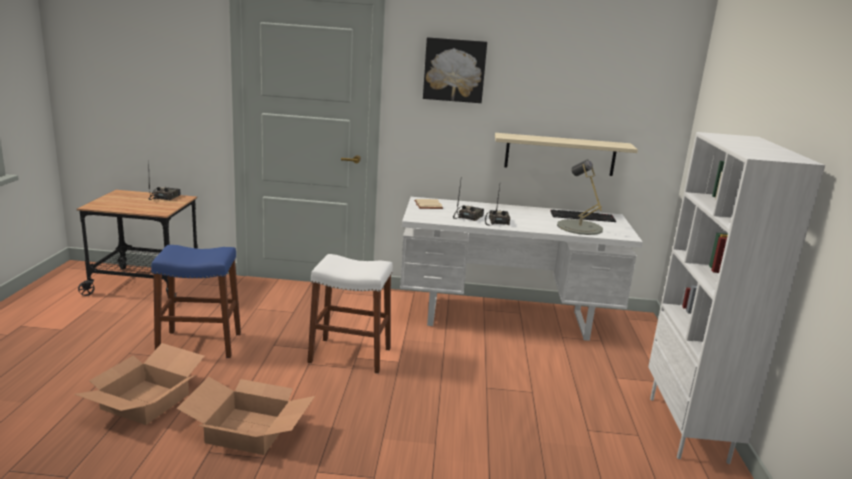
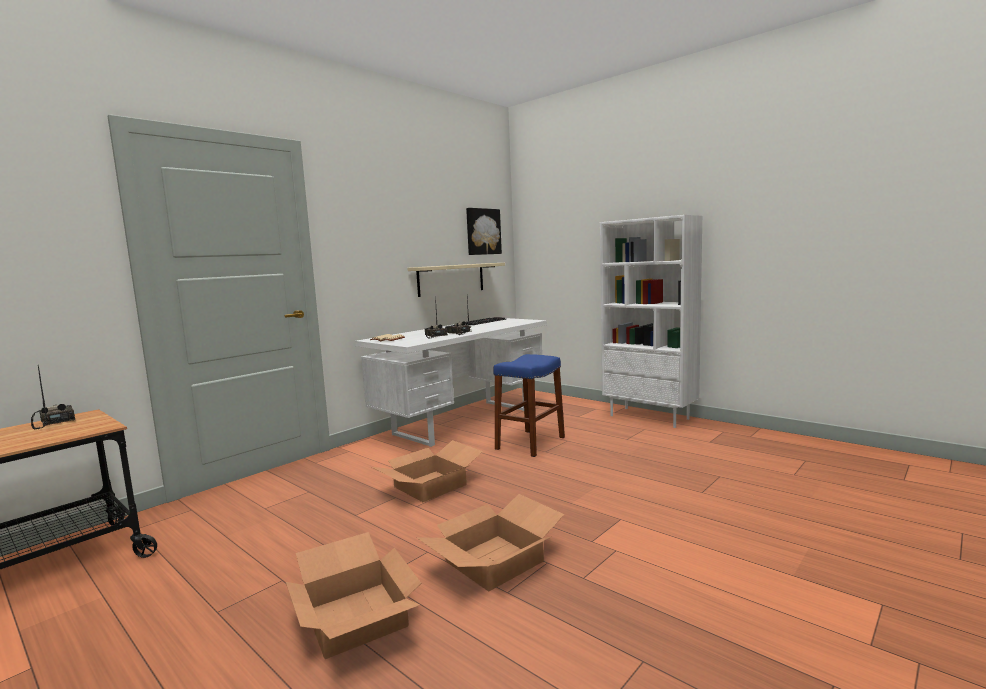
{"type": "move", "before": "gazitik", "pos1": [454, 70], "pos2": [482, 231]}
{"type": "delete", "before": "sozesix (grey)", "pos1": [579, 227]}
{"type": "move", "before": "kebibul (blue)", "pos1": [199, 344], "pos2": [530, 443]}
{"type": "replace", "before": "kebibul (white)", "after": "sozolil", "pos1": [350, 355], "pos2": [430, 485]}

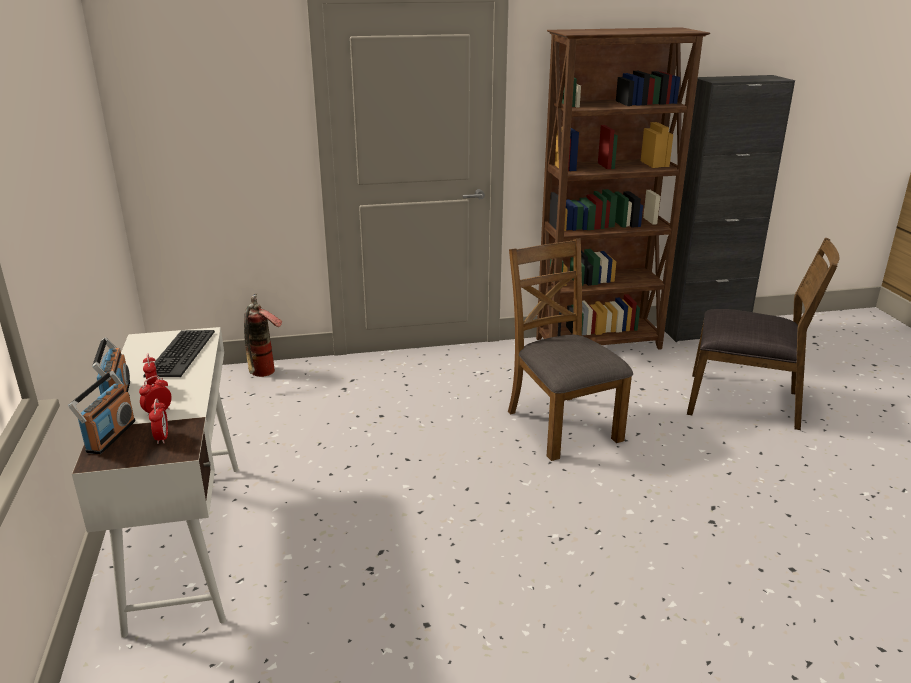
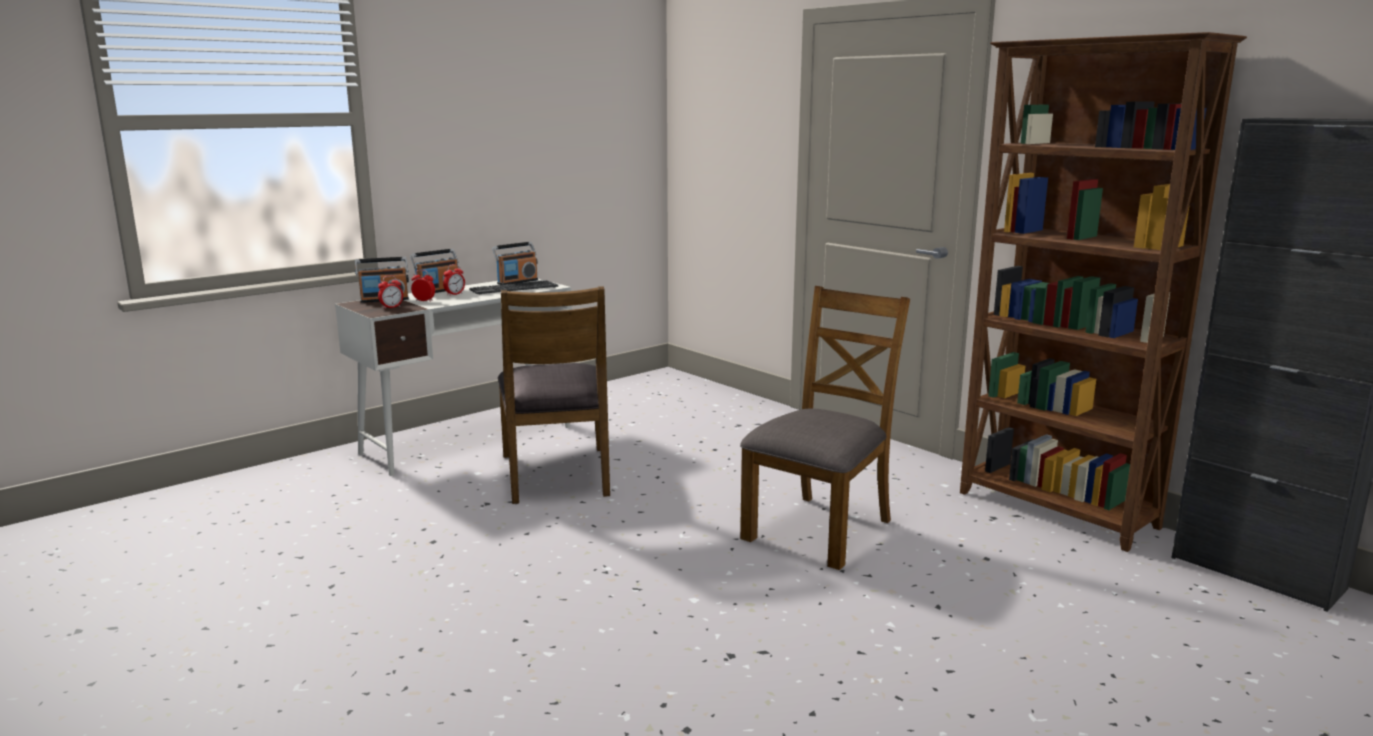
{"type": "move", "before": "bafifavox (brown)", "pos1": [744, 402], "pos2": [557, 475]}
{"type": "delete", "before": "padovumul", "pos1": [263, 375]}
{"type": "insert", "after": "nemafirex", "pos2": [517, 282]}

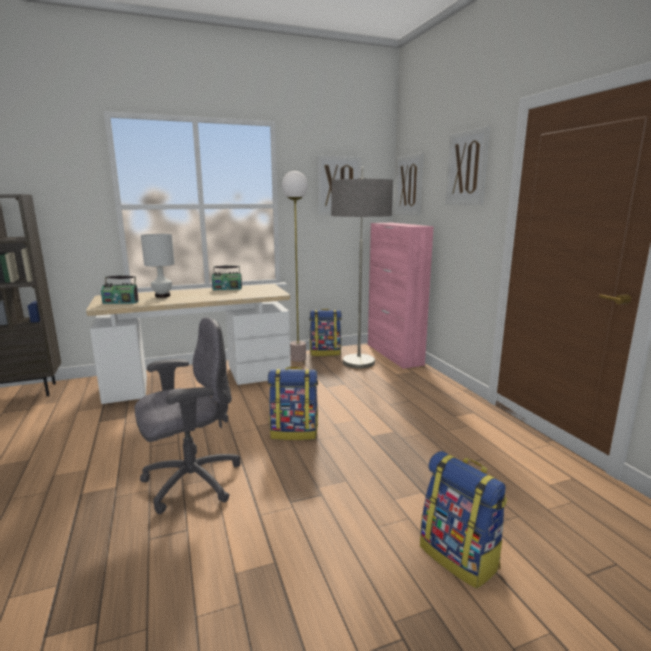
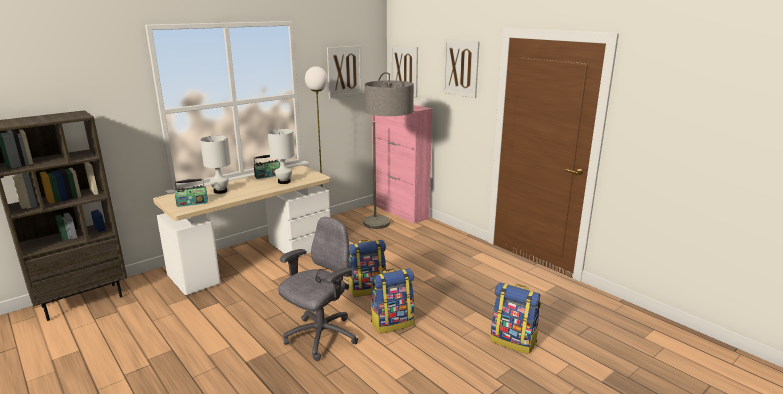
{"type": "move", "before": "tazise", "pos1": [325, 352], "pos2": [392, 323]}
{"type": "insert", "after": "sozesix (white)", "pos2": [284, 181]}

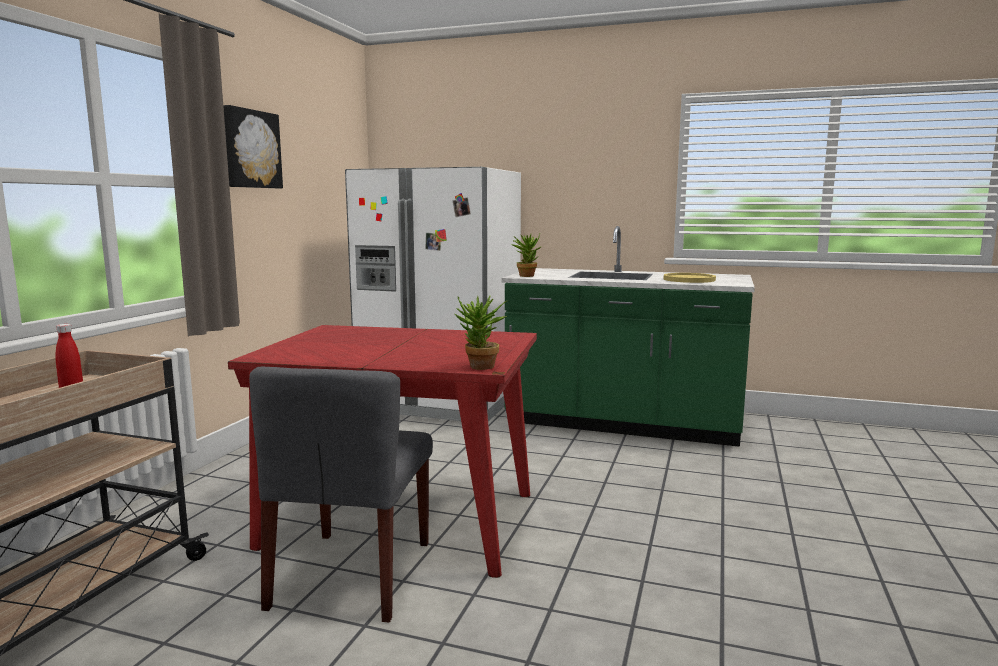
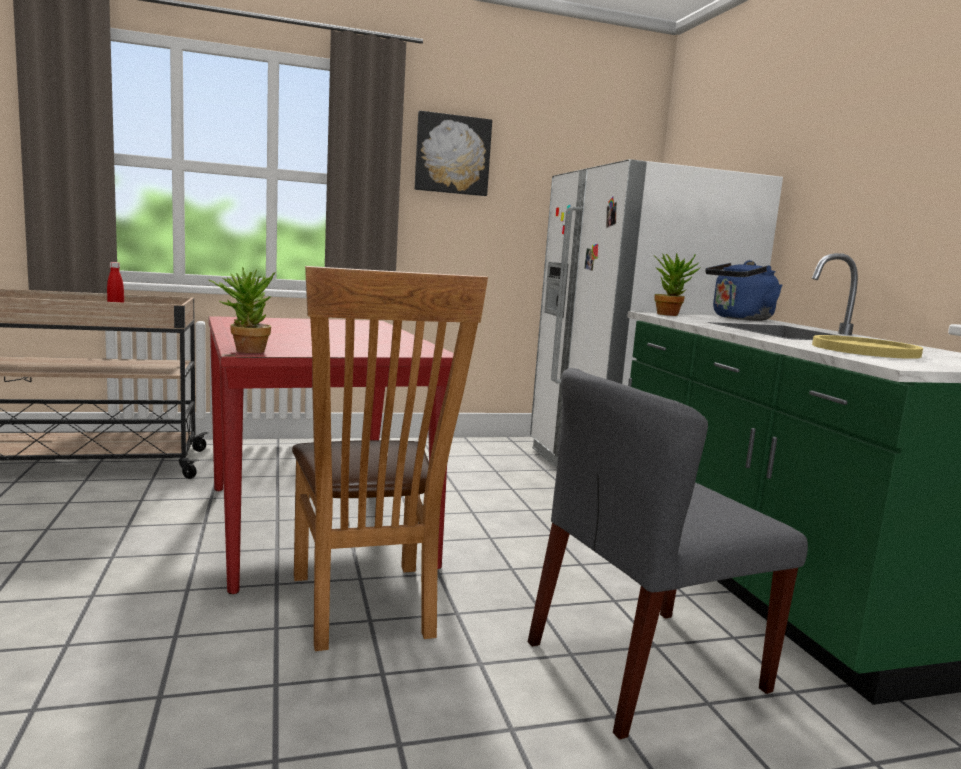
{"type": "move", "before": "bafifavox (grey)", "pos1": [352, 574], "pos2": [644, 667]}
{"type": "insert", "after": "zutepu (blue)", "pos2": [739, 318]}
{"type": "insert", "after": "bafifavox (brown)", "pos2": [366, 609]}

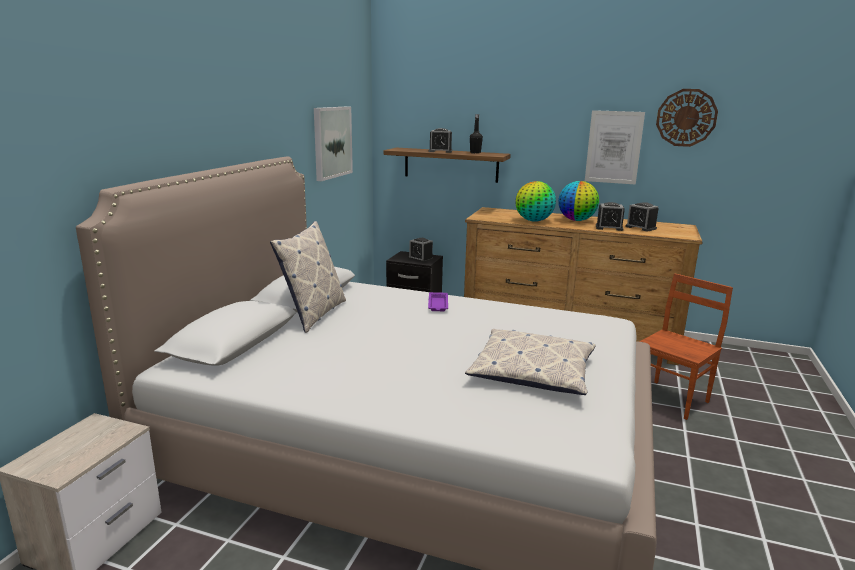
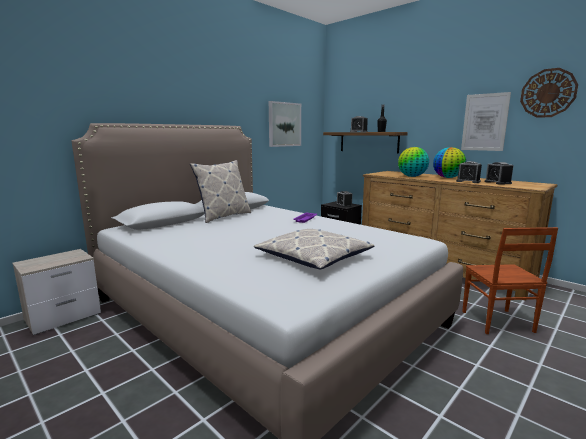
{"type": "rotate", "before": "bafifavox (brown)", "pos1": [671, 399], "pos2": [497, 322], "turn": 105}

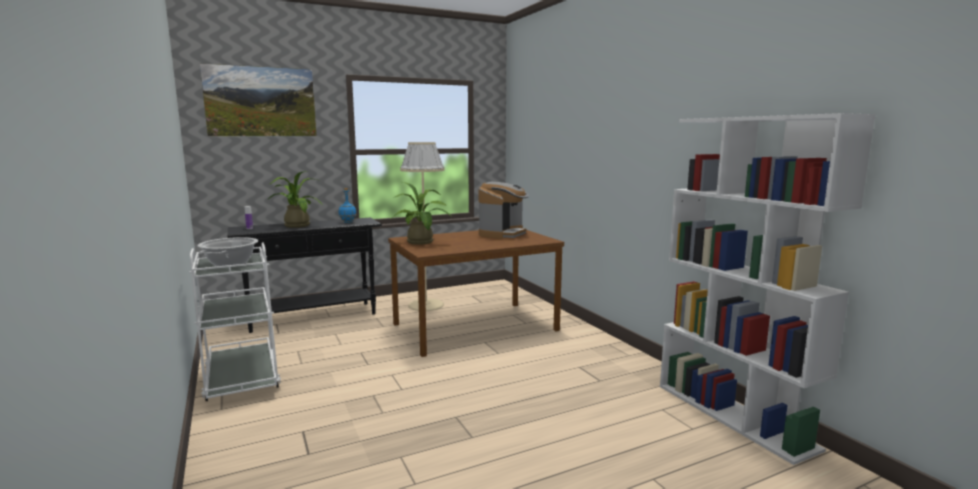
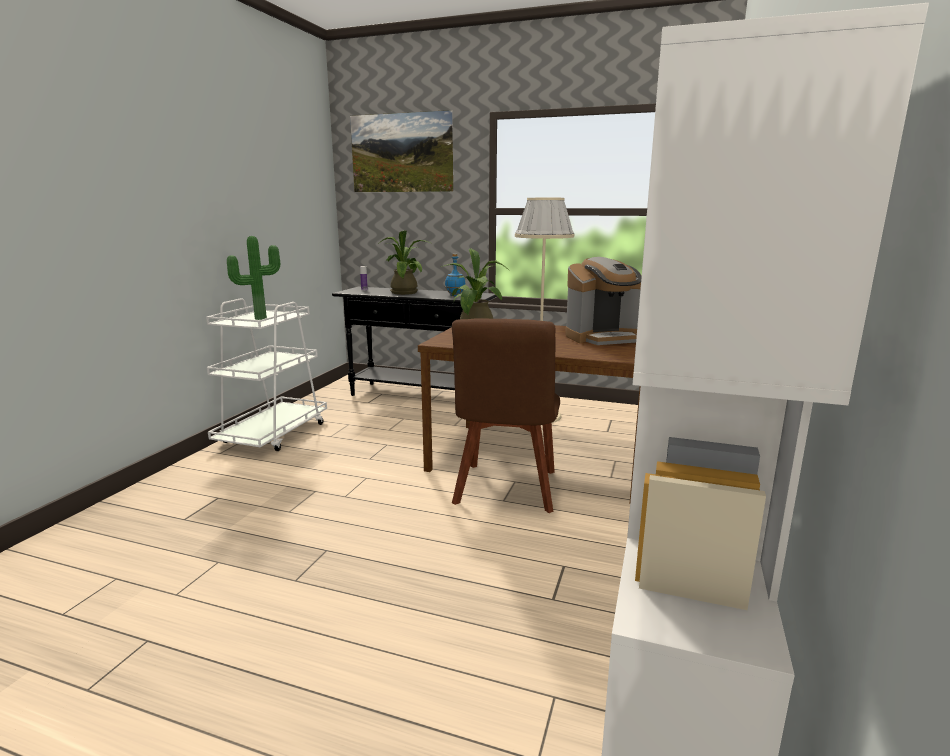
{"type": "replace", "before": "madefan", "after": "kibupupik", "pos1": [230, 263], "pos2": [260, 318]}
{"type": "insert", "after": "bafifavox (brown)", "pos2": [506, 490]}

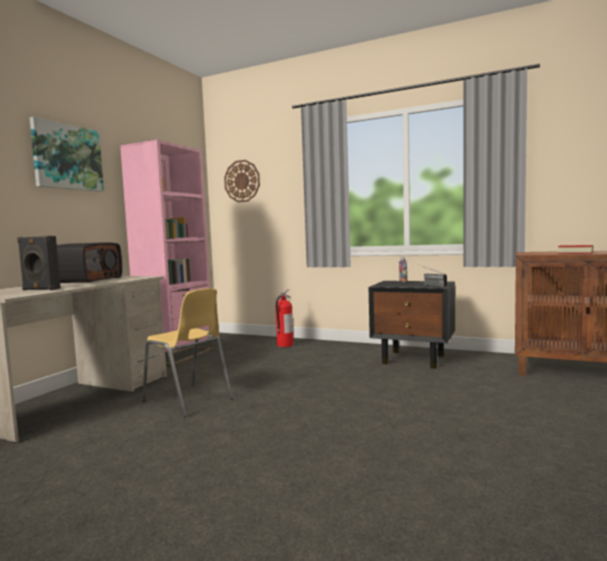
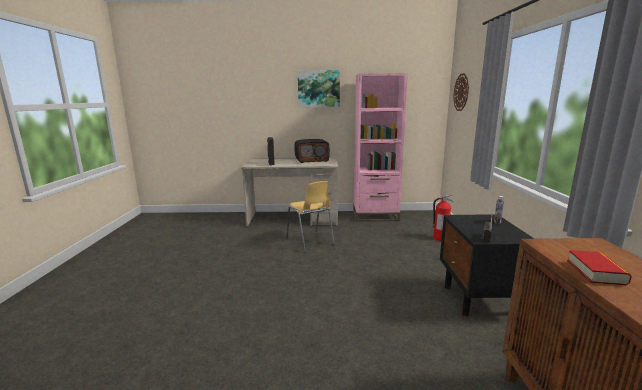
{"type": "rotate", "before": "bafifavox (yellow)", "pos1": [188, 400], "pos2": [310, 241], "turn": -45}

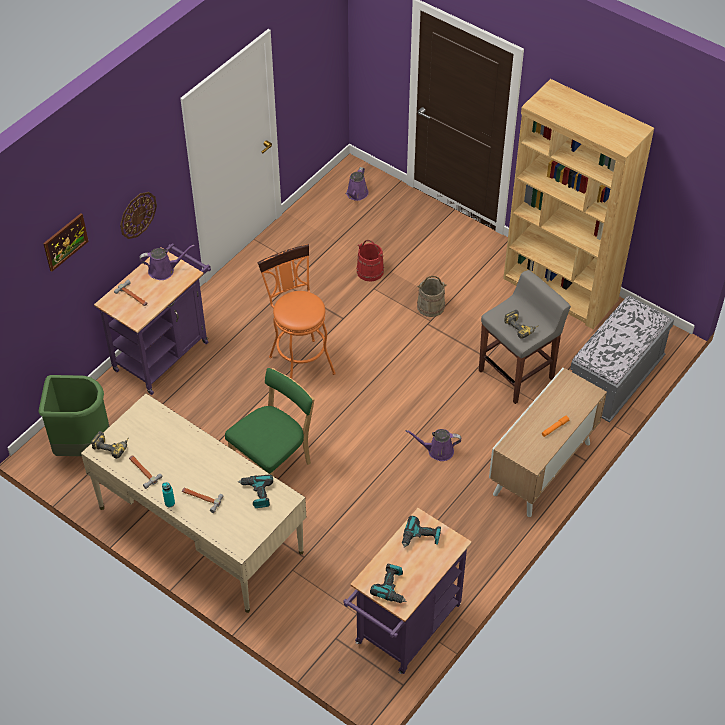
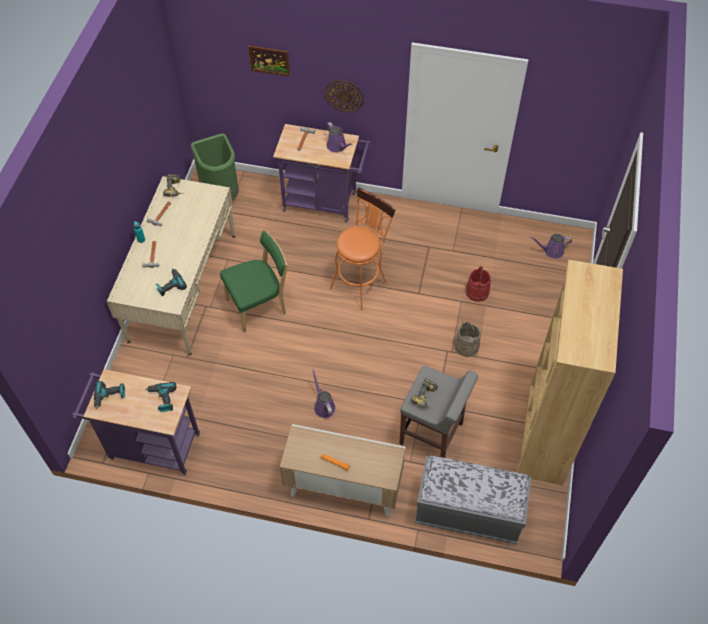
{"type": "rotate", "before": "bafifavox (green)", "pos1": [274, 464], "pos2": [259, 306], "turn": -45}

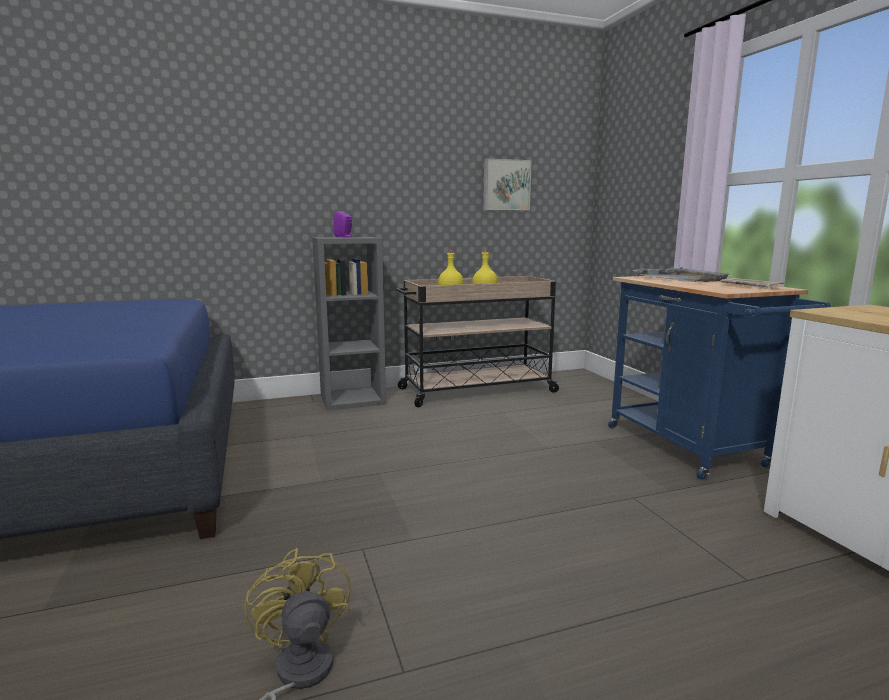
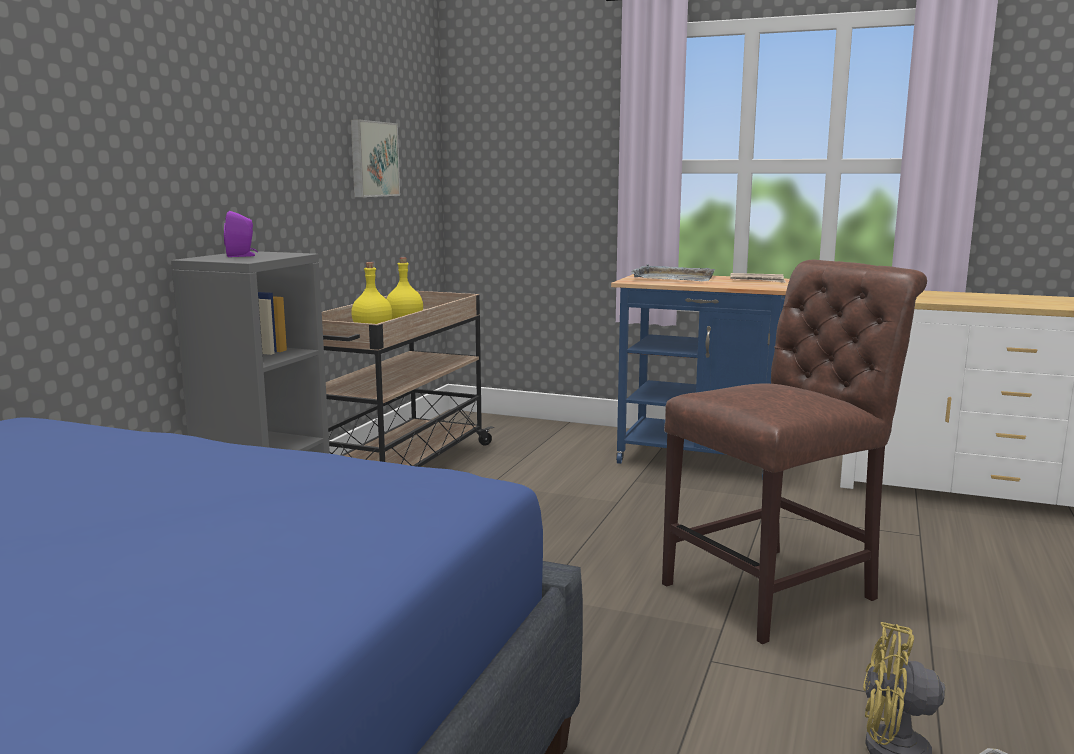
{"type": "insert", "after": "bafifavox (brown)", "pos2": [778, 589]}

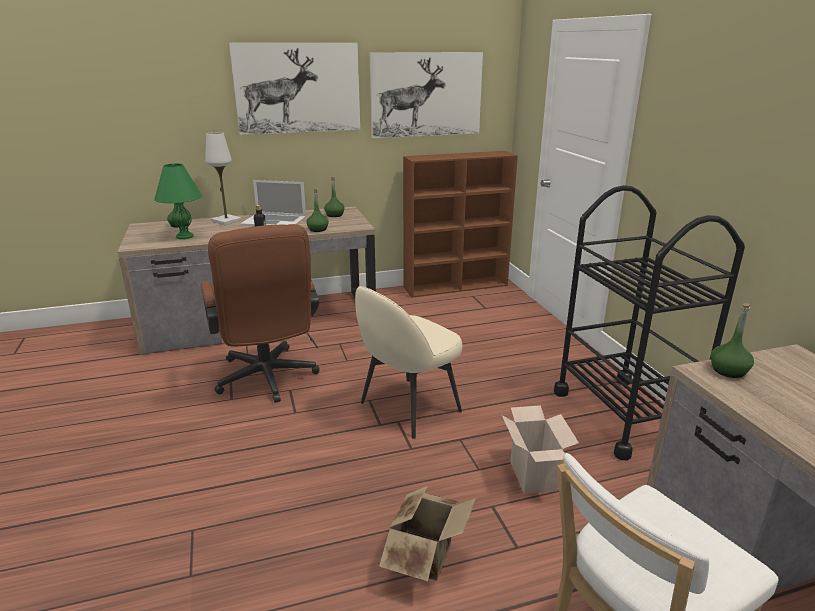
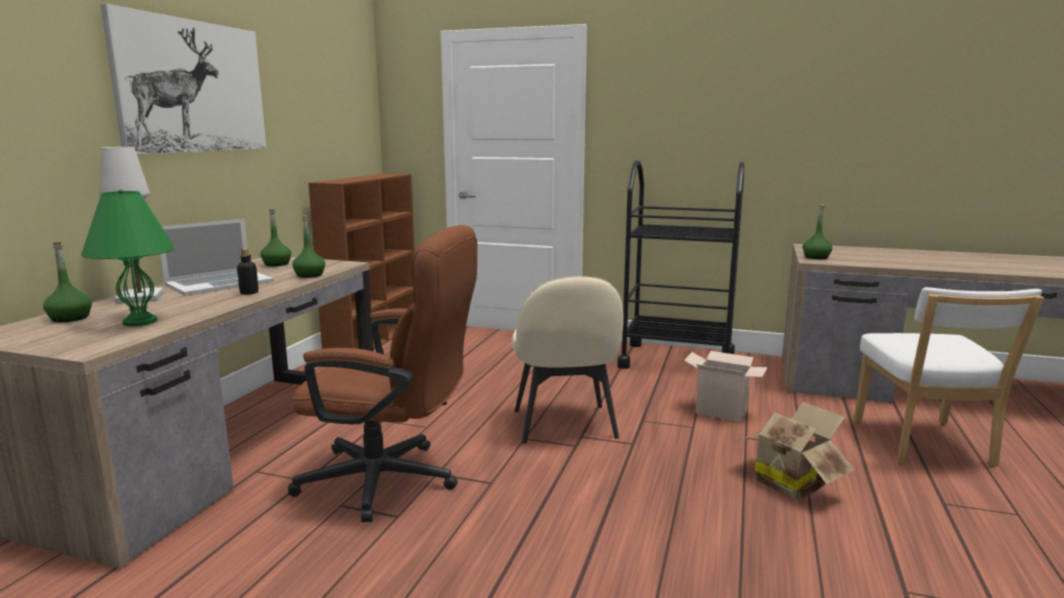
{"type": "delete", "before": "gazitik", "pos1": [426, 95]}

